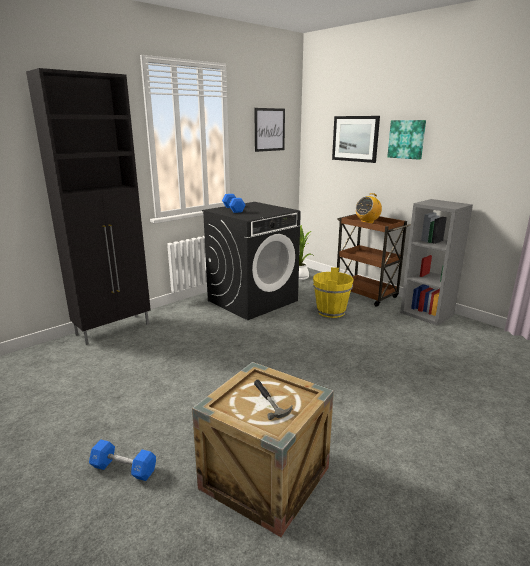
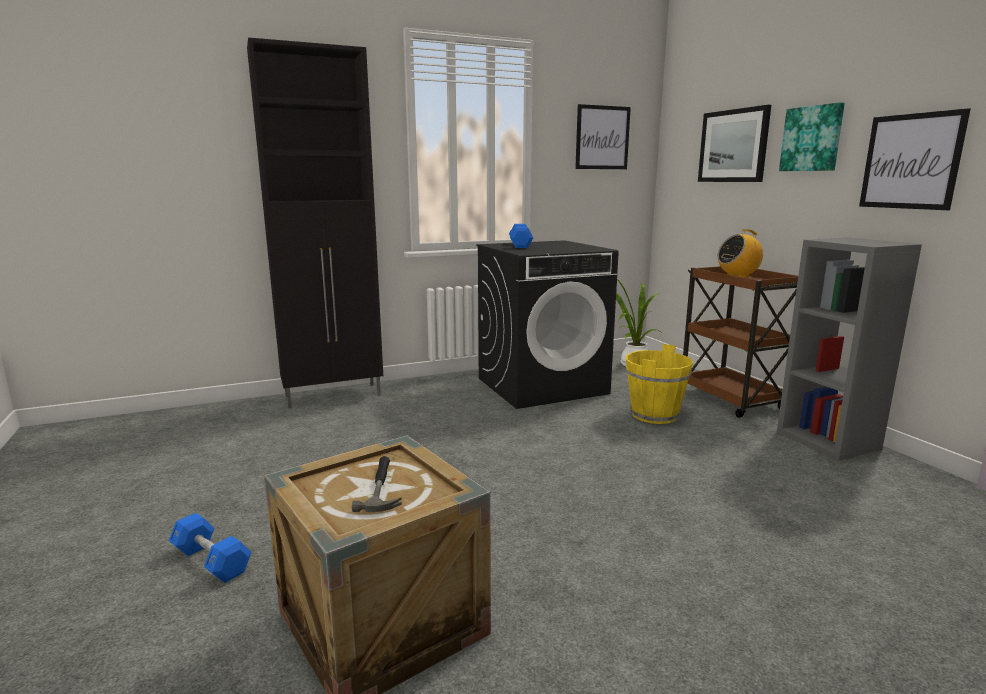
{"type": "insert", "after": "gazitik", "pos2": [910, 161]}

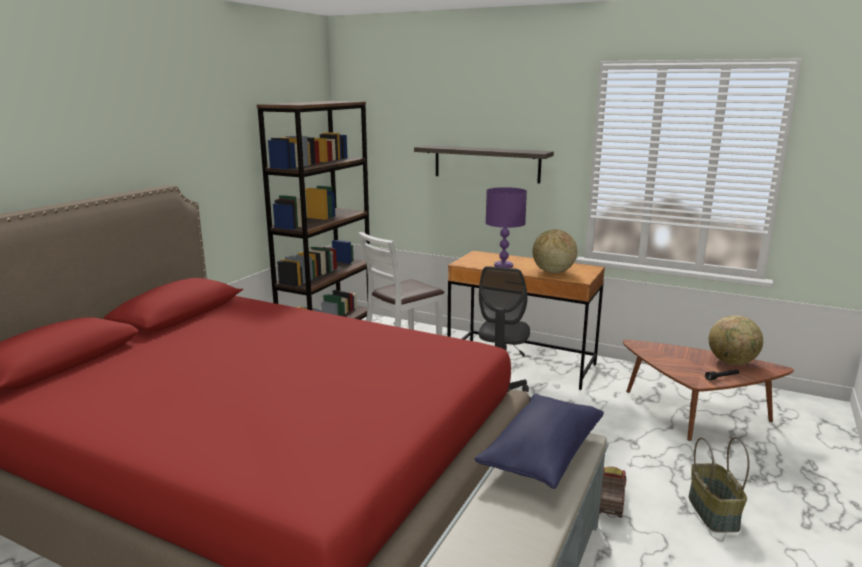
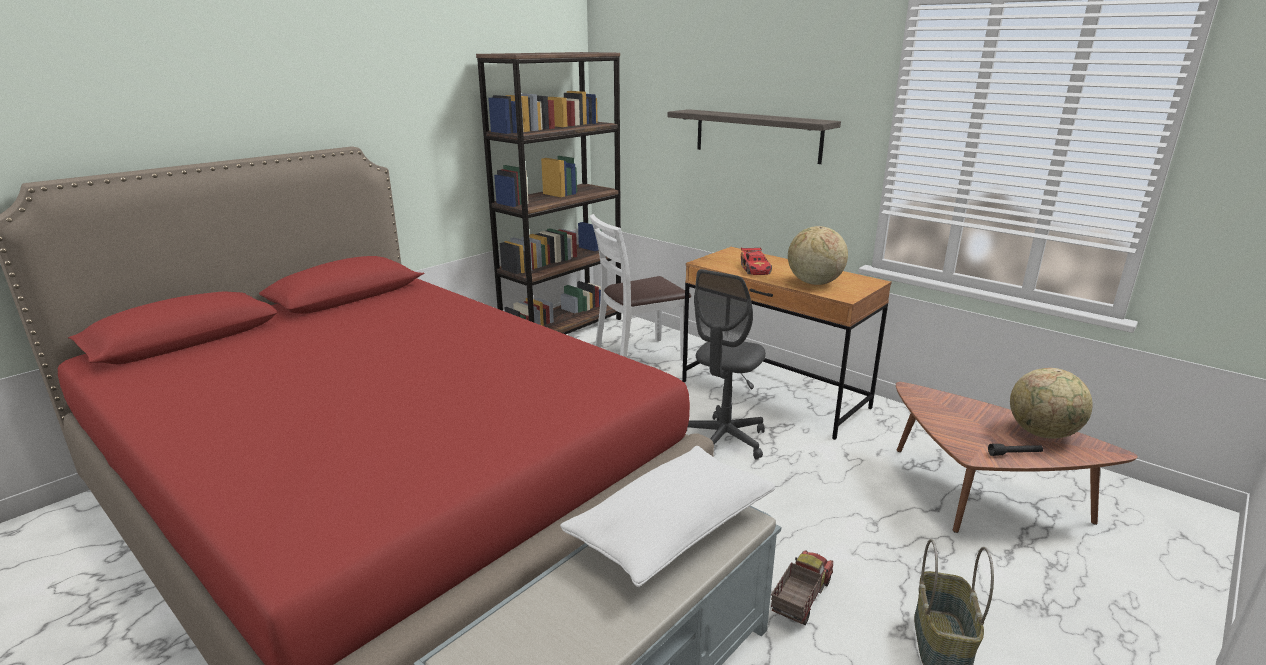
{"type": "replace", "before": "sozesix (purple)", "after": "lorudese", "pos1": [503, 265], "pos2": [755, 269]}
{"type": "recolor", "before": "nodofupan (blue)", "after": "nodofupan (white)", "pos1": [542, 454], "pos2": [671, 531]}

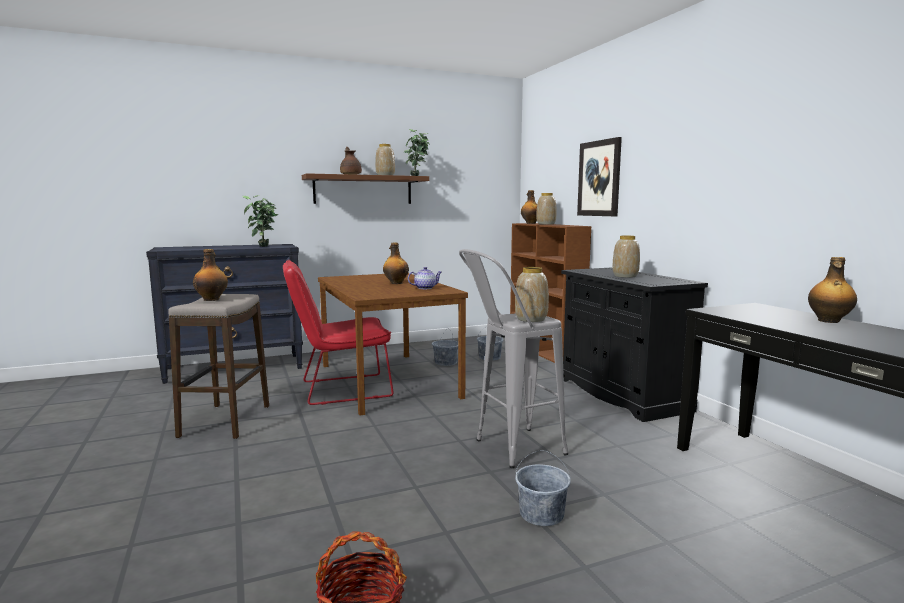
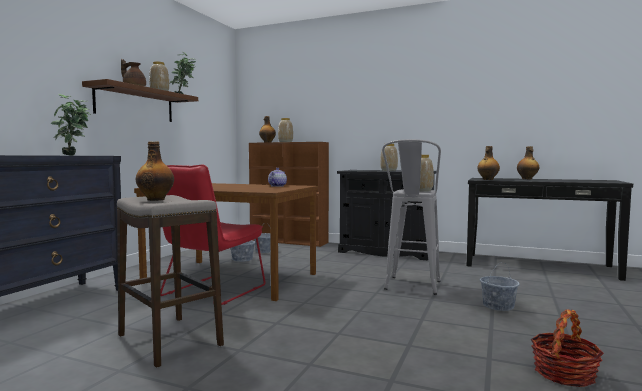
{"type": "delete", "before": "gazitik", "pos1": [599, 178]}
{"type": "move", "before": "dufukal", "pos1": [396, 283], "pos2": [487, 179]}

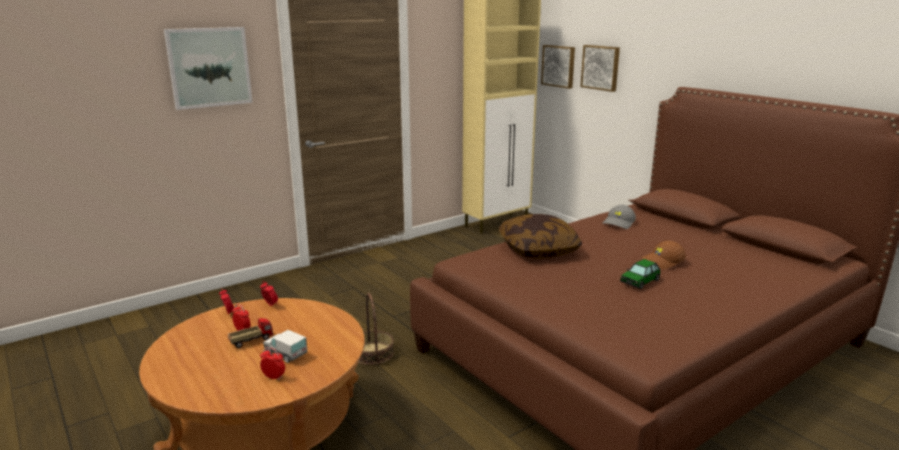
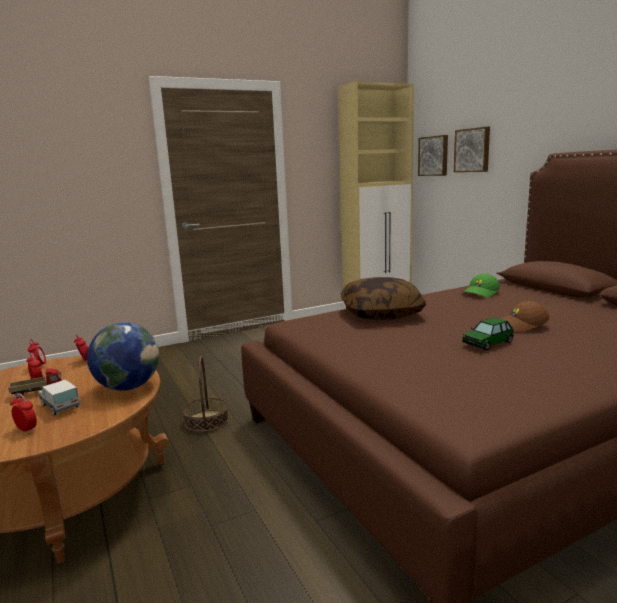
{"type": "delete", "before": "gazitik", "pos1": [209, 67]}
{"type": "recolor", "before": "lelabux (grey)", "after": "lelabux (green)", "pos1": [619, 223], "pos2": [481, 293]}
{"type": "insert", "after": "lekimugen", "pos2": [128, 387]}

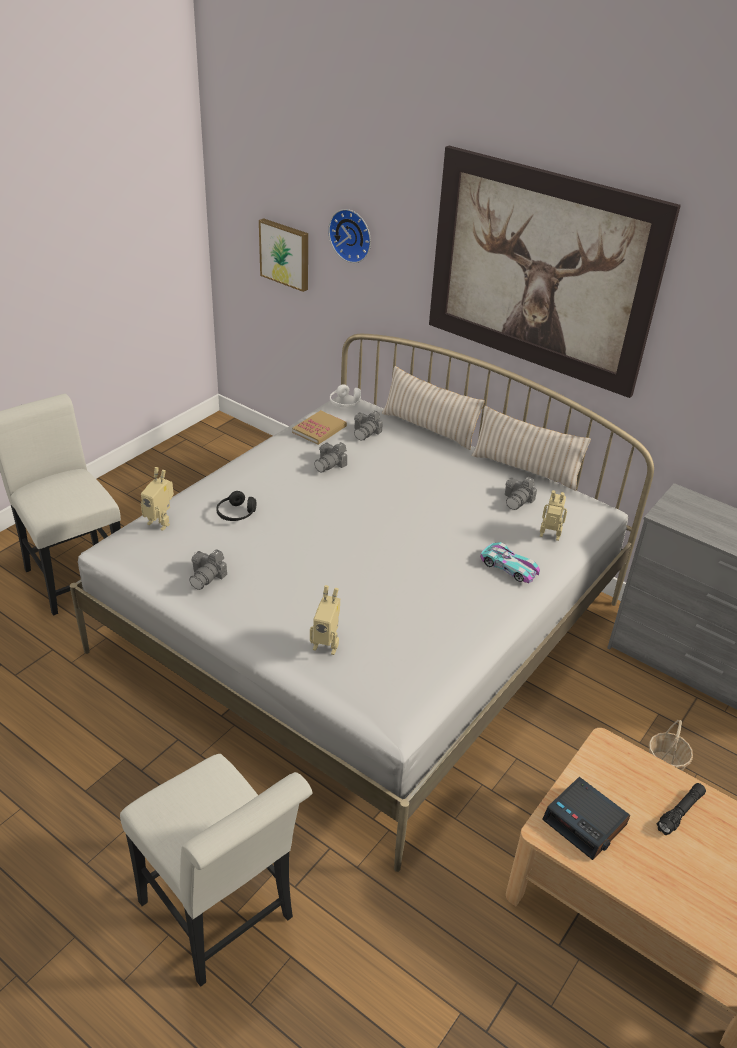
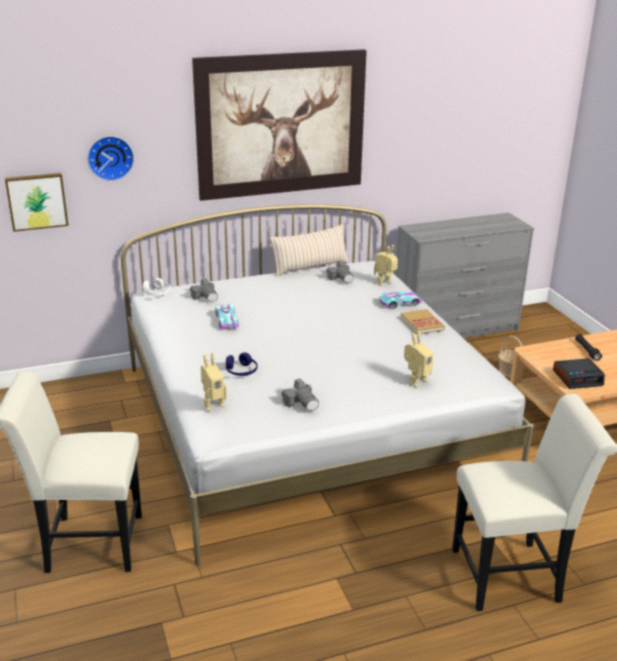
{"type": "delete", "before": "nodofupan (beige)", "pos1": [429, 428]}
{"type": "move", "before": "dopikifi", "pos1": [319, 429], "pos2": [422, 323]}
{"type": "replace", "before": "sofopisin", "after": "lorudese", "pos1": [330, 464], "pos2": [227, 320]}
{"type": "recolor", "before": "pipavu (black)", "after": "pipavu (blue)", "pos1": [236, 514], "pos2": [241, 371]}

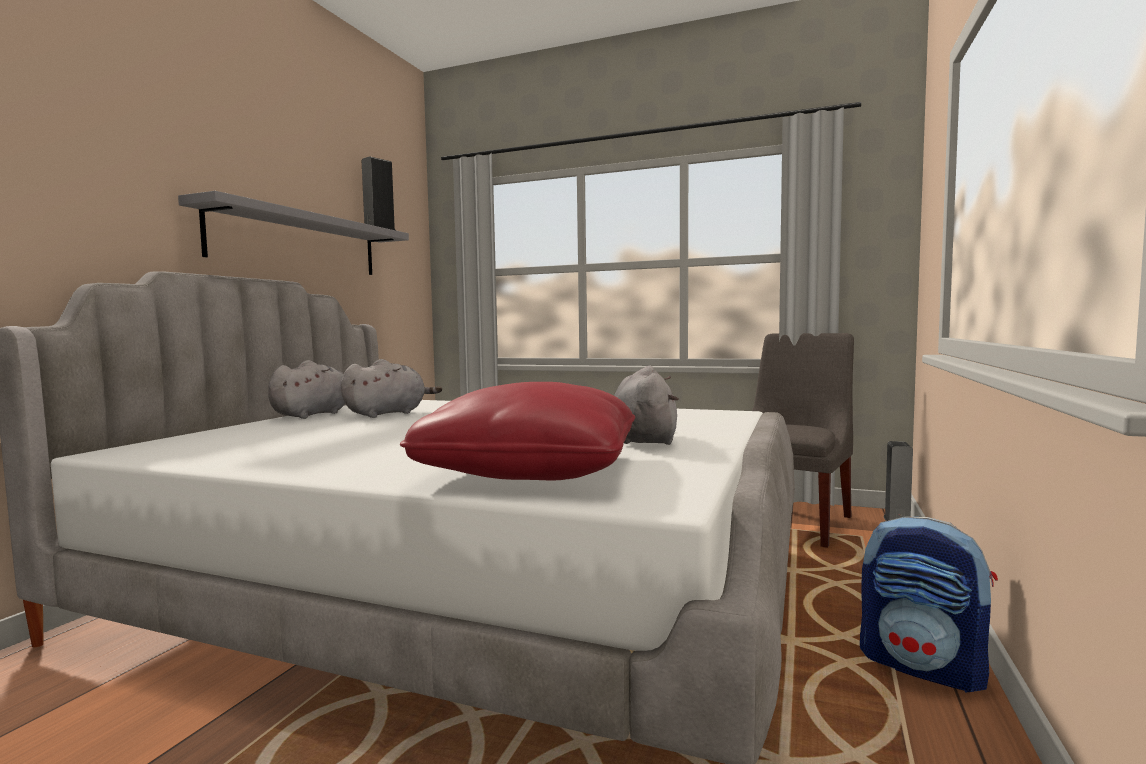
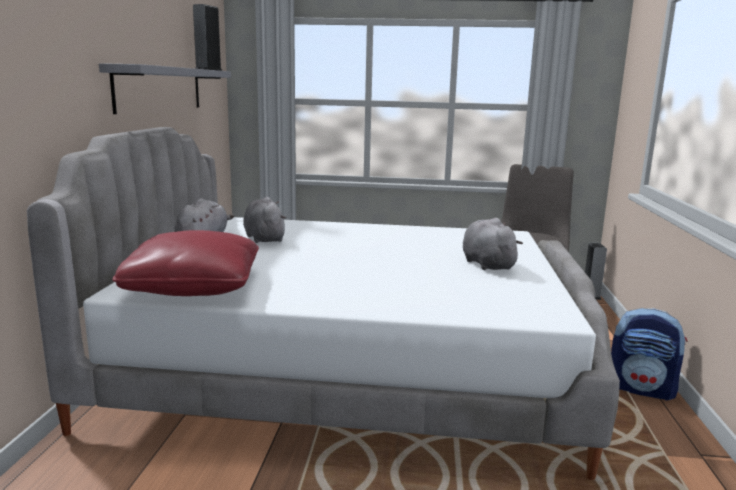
{"type": "rotate", "before": "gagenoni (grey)", "pos1": [388, 413], "pos2": [264, 238], "turn": -60}
{"type": "move", "before": "nodofupan (red)", "pos1": [531, 470], "pos2": [194, 286]}

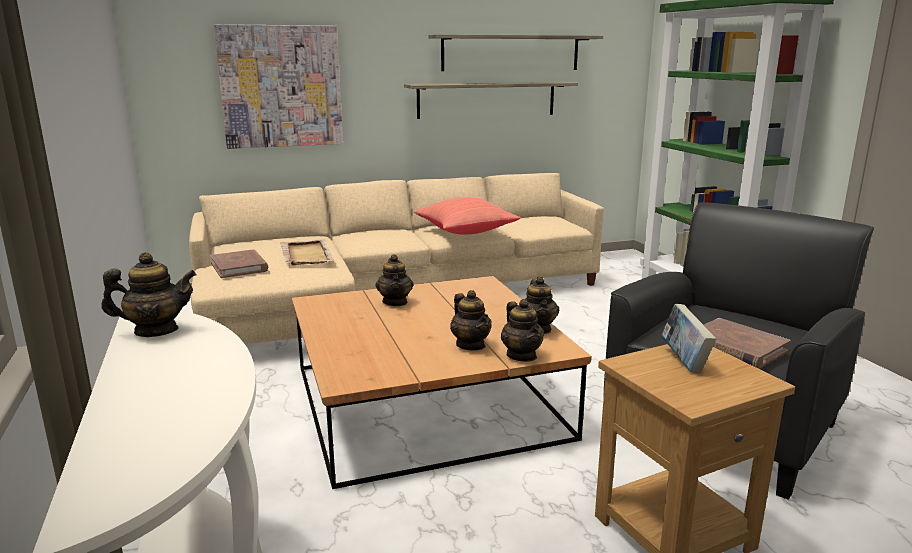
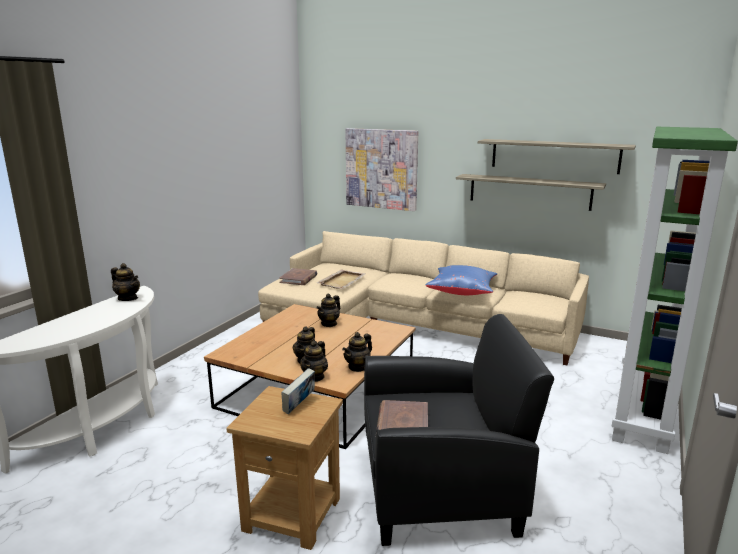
{"type": "recolor", "before": "nodofupan (red)", "after": "nodofupan (blue)", "pos1": [465, 231], "pos2": [462, 291]}

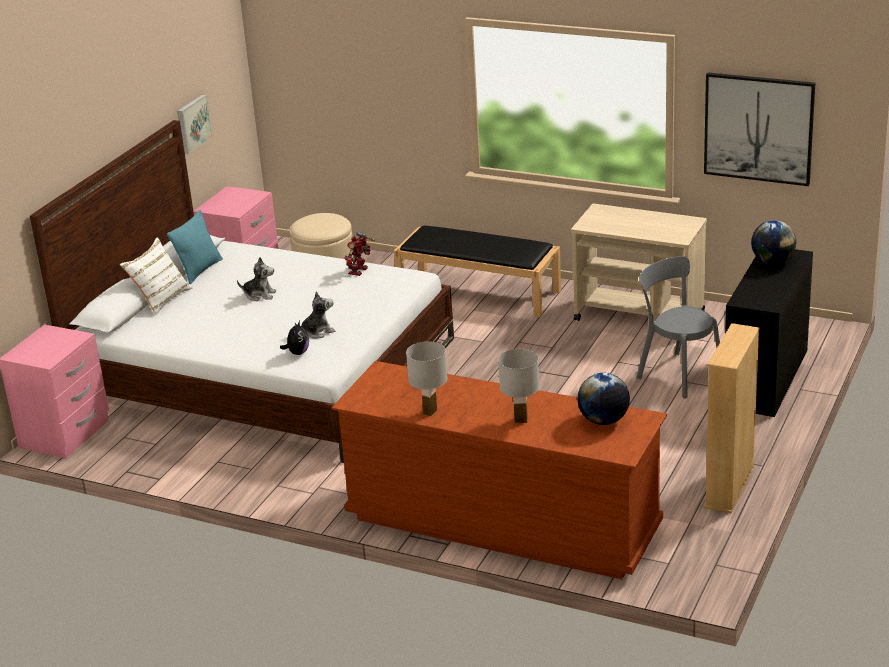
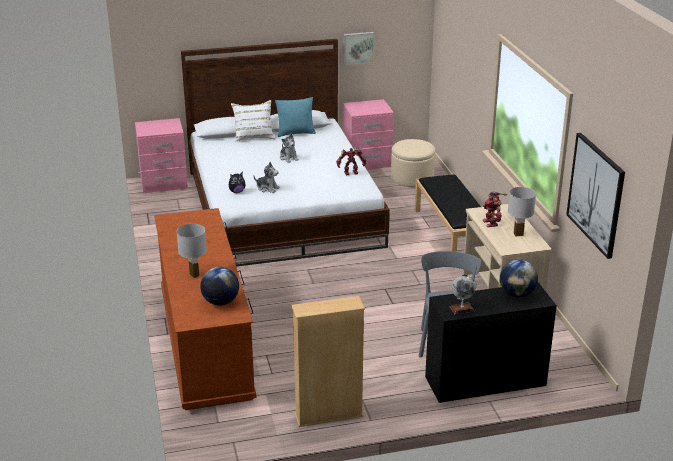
{"type": "move", "before": "sozesix (white)", "pos1": [430, 412], "pos2": [518, 234]}
{"type": "insert", "after": "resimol", "pos2": [491, 223]}
{"type": "insert", "after": "lekimugen", "pos2": [462, 309]}

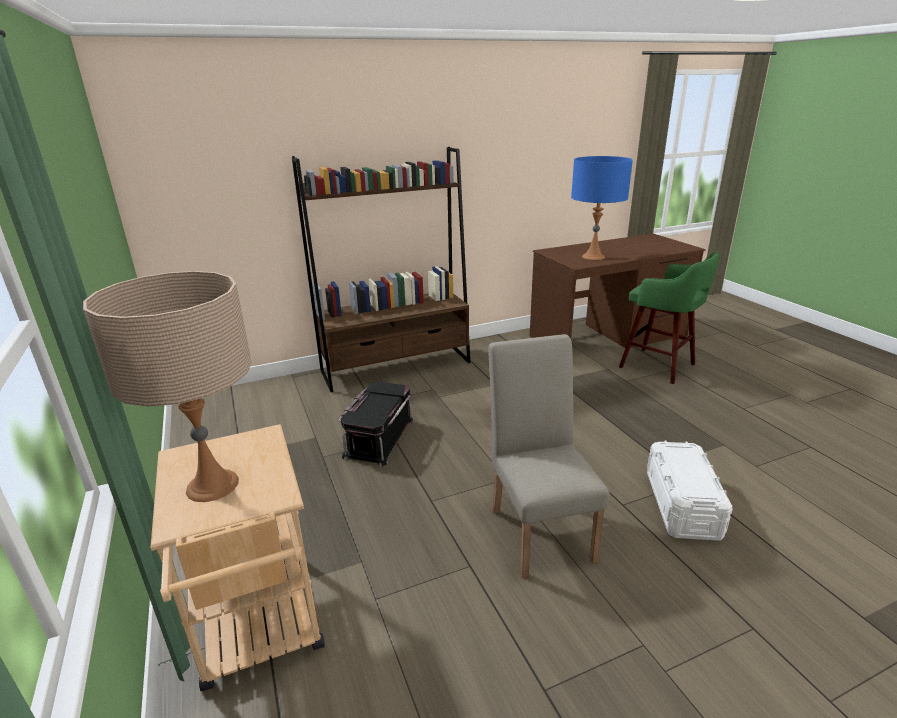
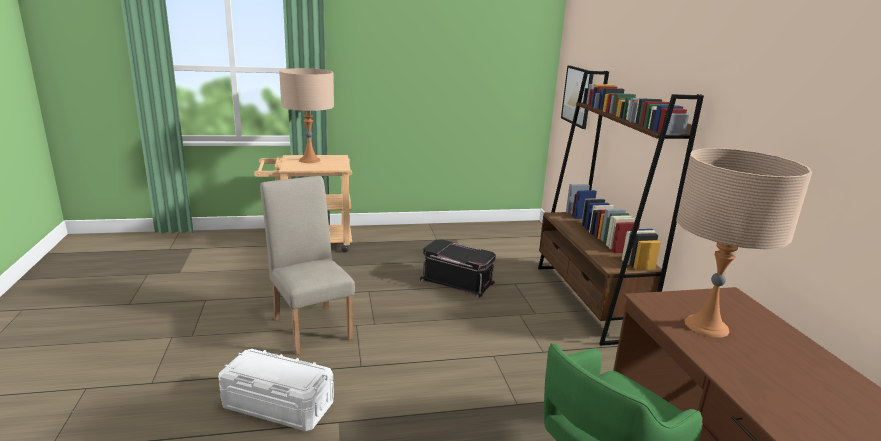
{"type": "recolor", "before": "sozesix (blue)", "after": "sozesix (beige)", "pos1": [593, 256], "pos2": [706, 326]}
{"type": "rotate", "before": "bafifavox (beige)", "pos1": [539, 528], "pos2": [311, 325], "turn": -120}
{"type": "insert", "after": "gazitik", "pos2": [577, 96]}

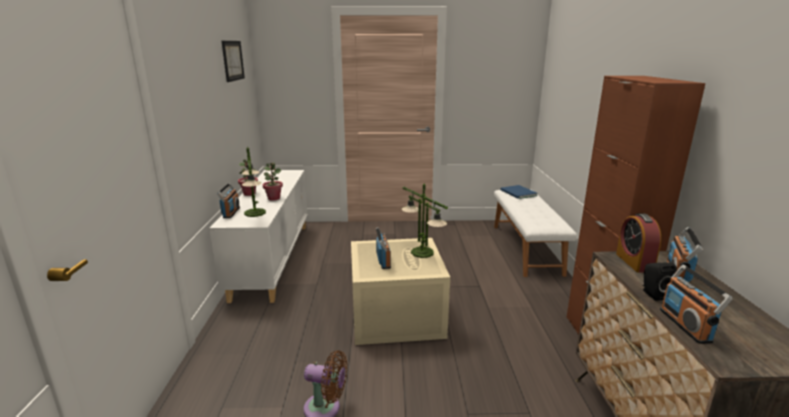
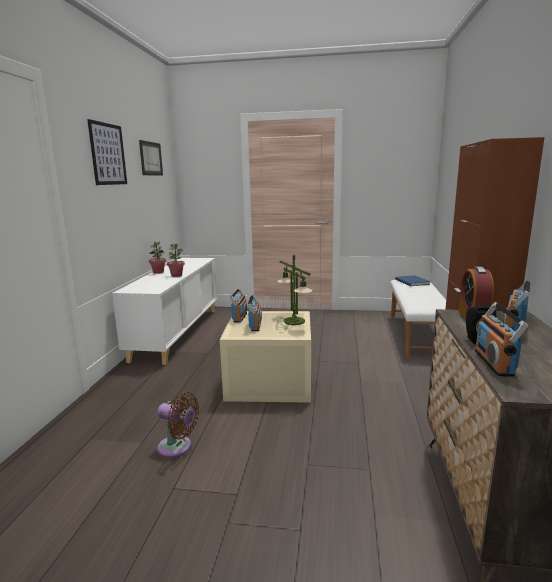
{"type": "delete", "before": "sozesix", "pos1": [255, 213]}
{"type": "move", "before": "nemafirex", "pos1": [231, 212], "pos2": [239, 317]}
{"type": "insert", "after": "gazitik", "pos2": [108, 154]}

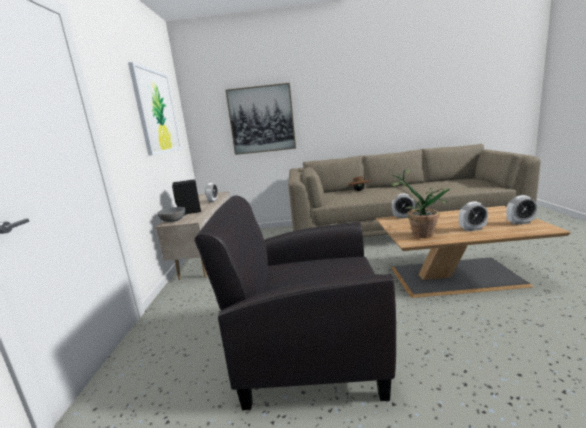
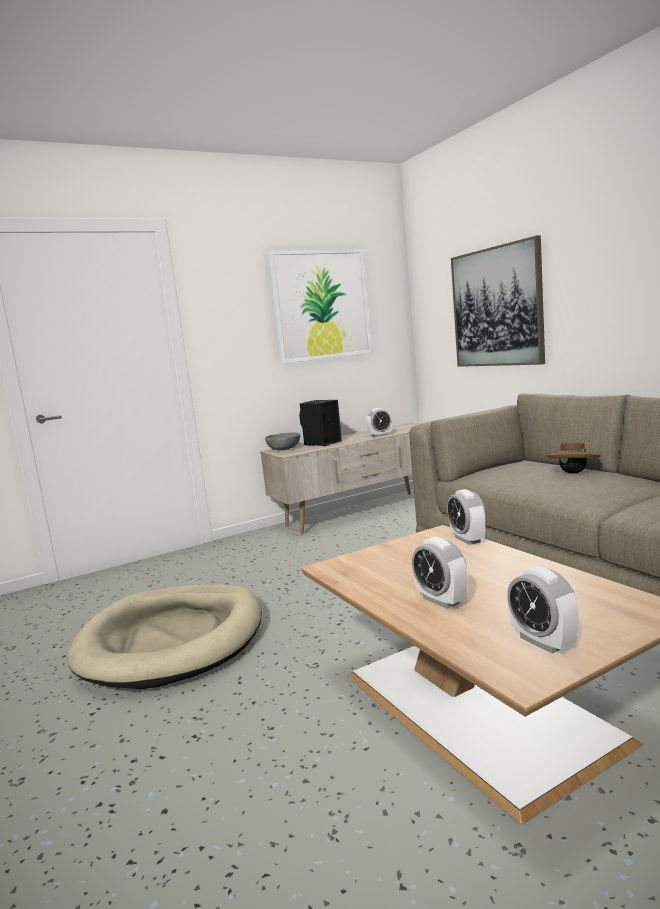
{"type": "delete", "before": "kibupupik", "pos1": [417, 233]}
{"type": "replace", "before": "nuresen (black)", "after": "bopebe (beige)", "pos1": [309, 351], "pos2": [173, 639]}

